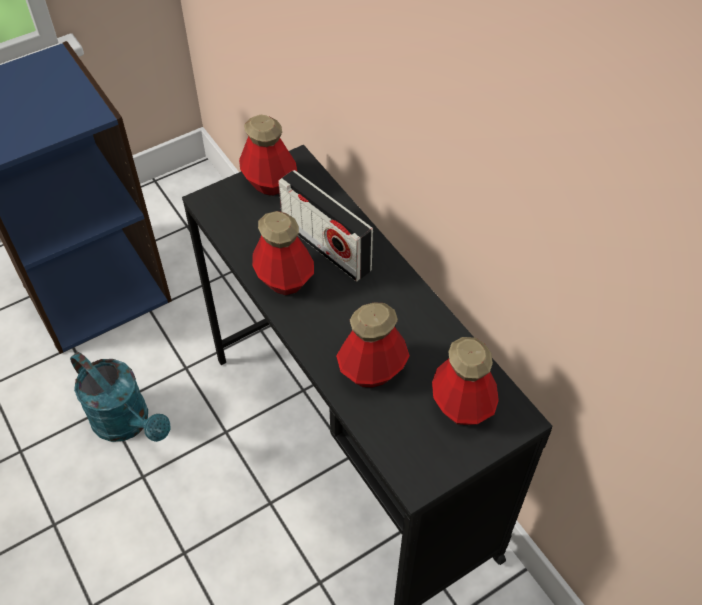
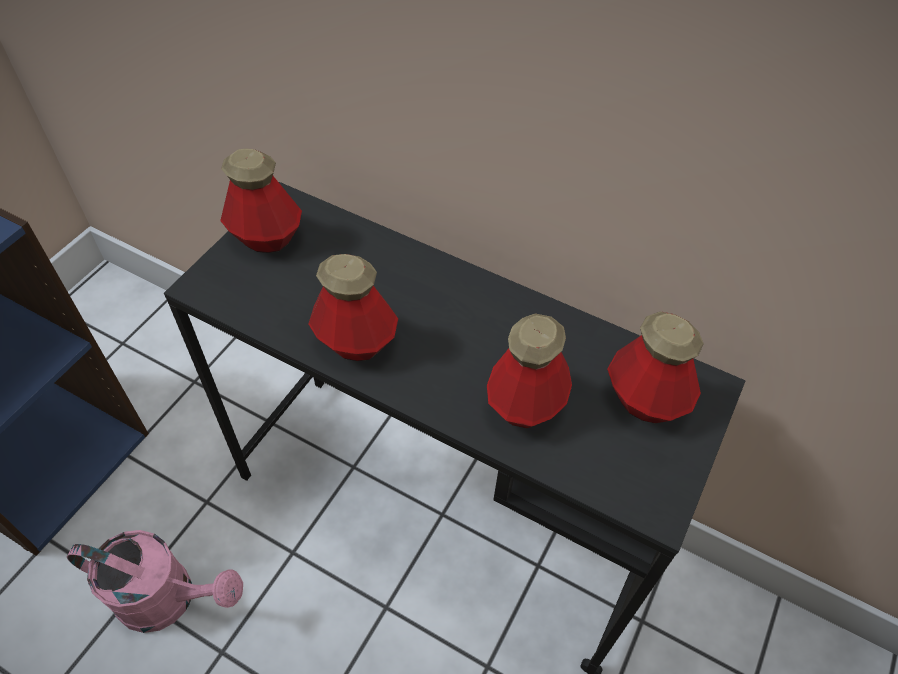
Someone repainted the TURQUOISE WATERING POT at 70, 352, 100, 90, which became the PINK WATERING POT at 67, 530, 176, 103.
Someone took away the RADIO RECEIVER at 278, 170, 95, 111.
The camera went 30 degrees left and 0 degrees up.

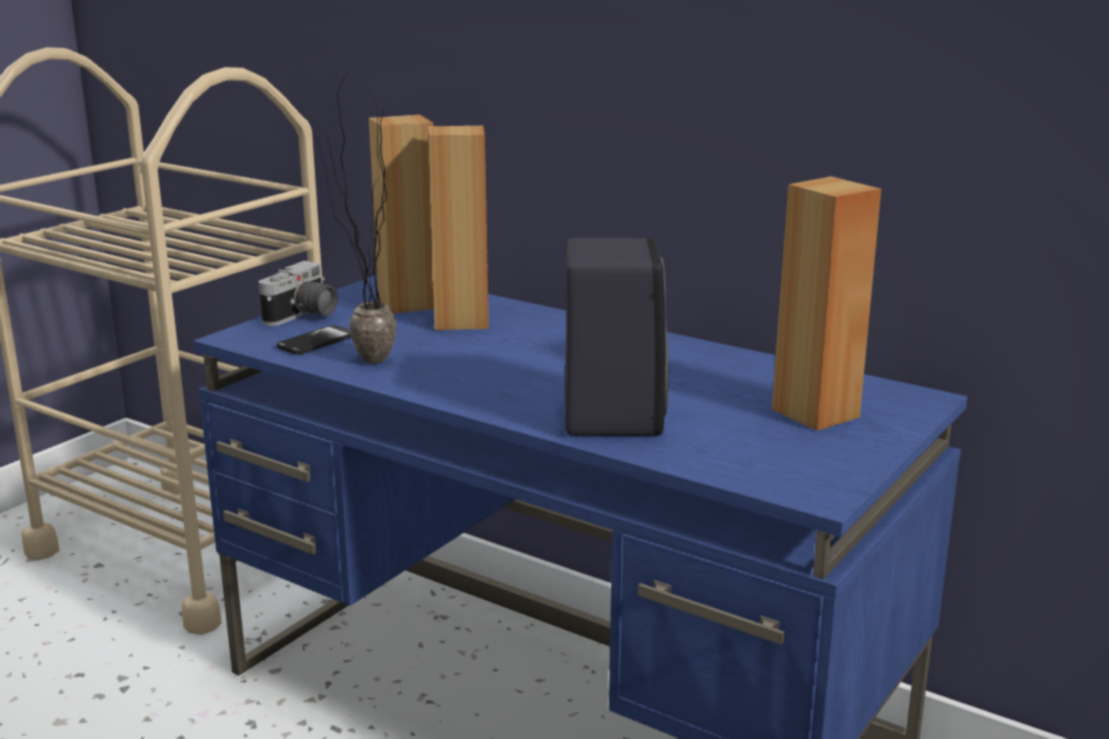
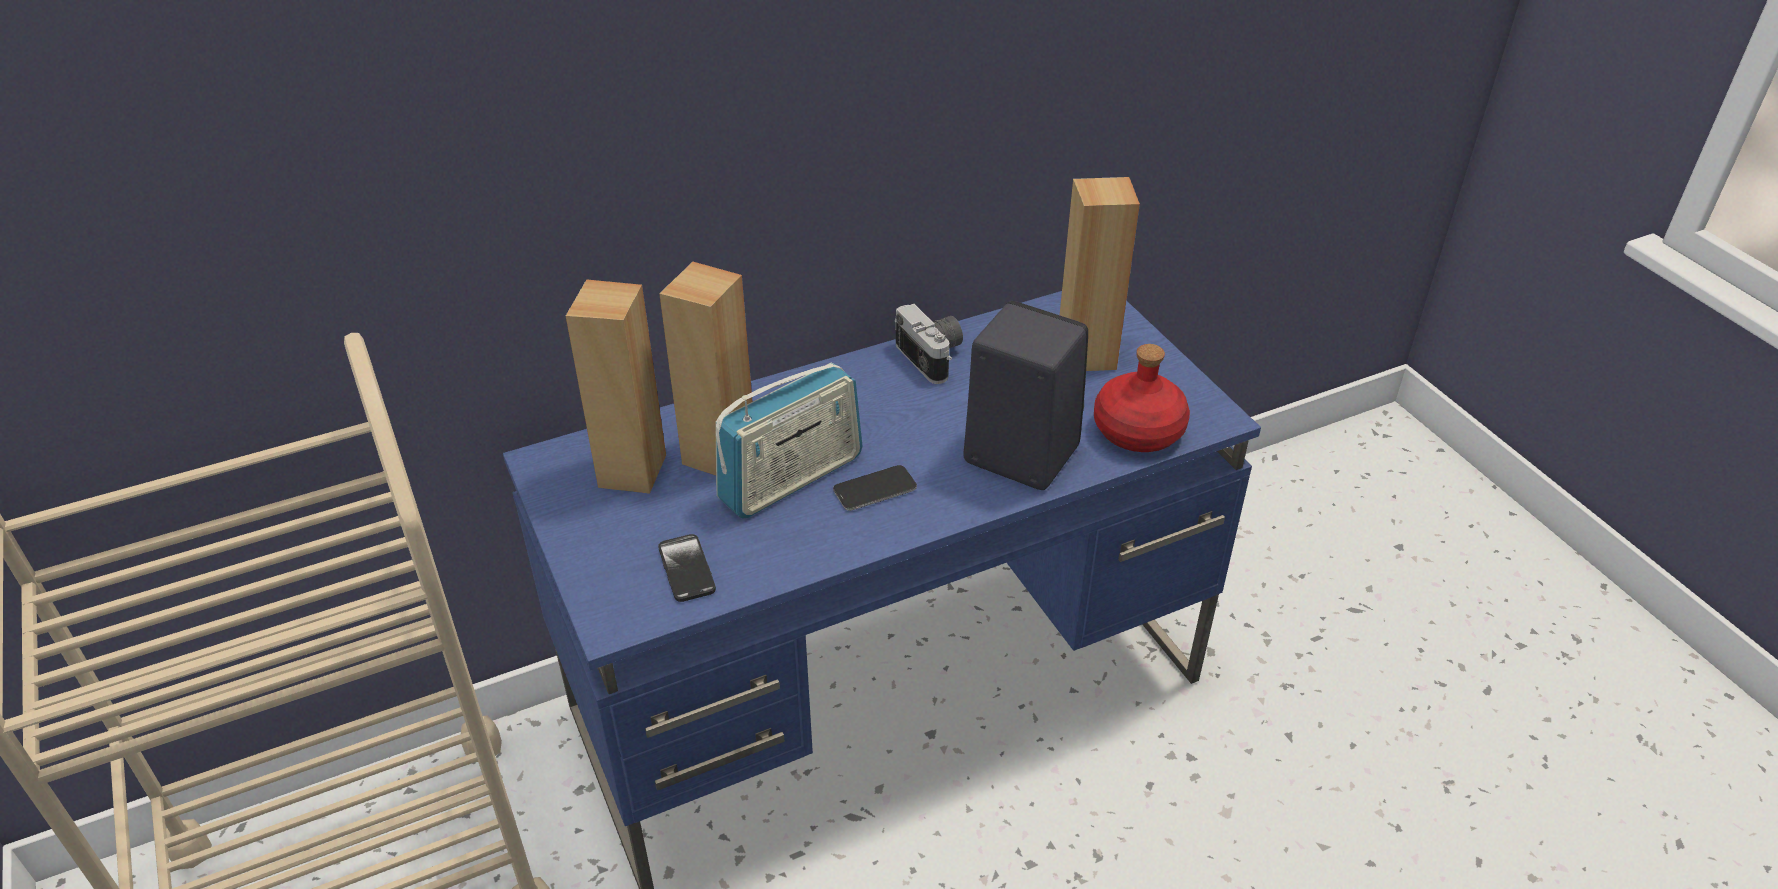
Someone carried the STILL CAMERA from 259, 261, 79, 65 to 895, 304, 68, 80.
Someone took away the HOUSEPLANT at 315, 75, 82, 289.
Someone put down the RADIO RECEIVER at 715, 363, 148, 155.
Someone put down the HANDSET at 833, 465, 84, 46.
Someone put down the RED-COLOURED DRINK BOTTLE at 1094, 344, 96, 108.
The camera went 60 degrees left and 20 degrees up.

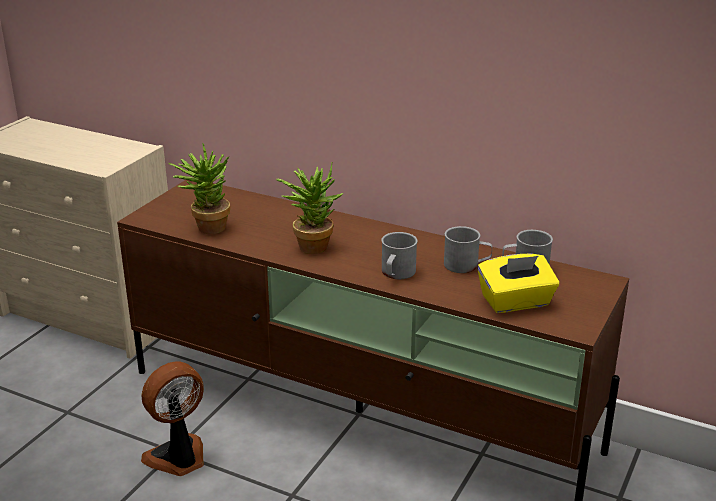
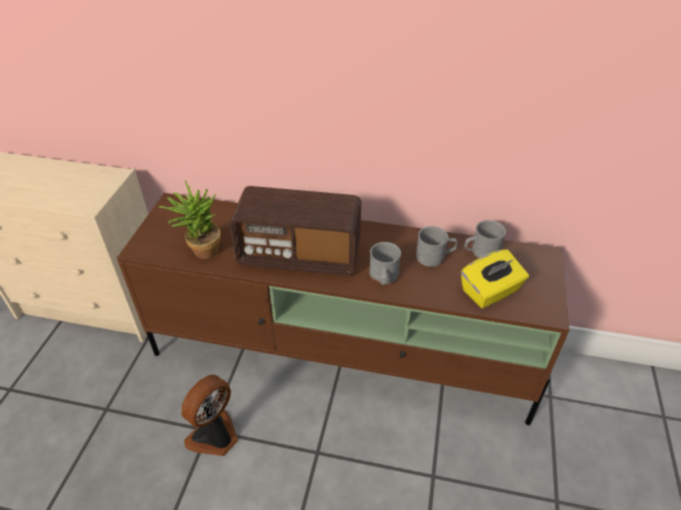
Someone swapped the HOUSEPLANT at 276, 163, 67, 91 for the RADIO RECEIVER at 229, 186, 132, 90.
The camera went 15 degrees left and 15 degrees up.

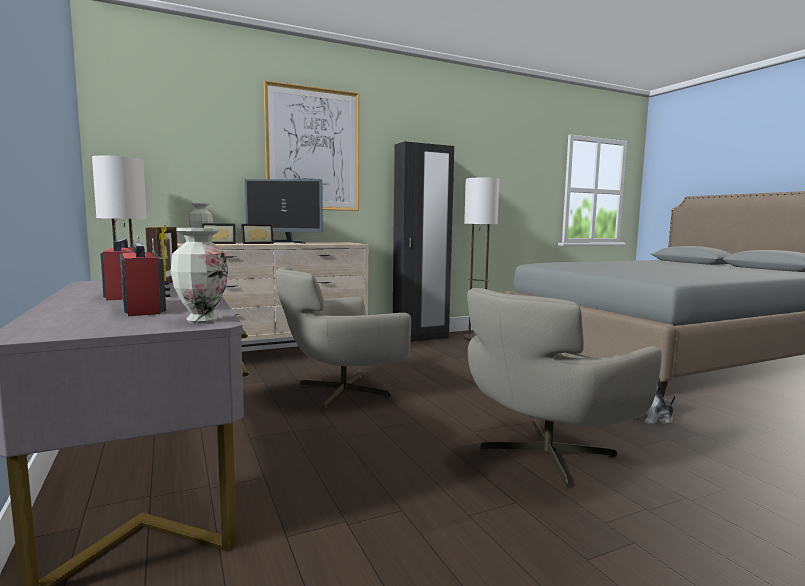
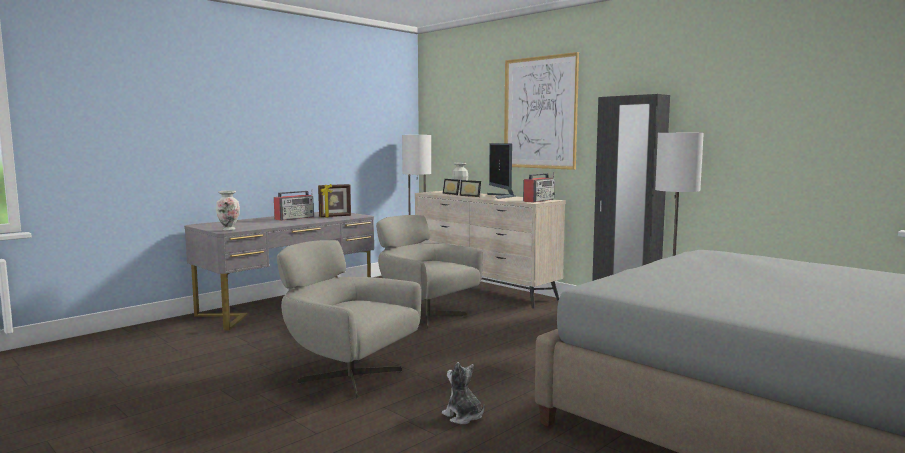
Someone carried the RADIO RECEIVER from 120, 238, 50, 78 to 523, 172, 32, 30.
The camera went 70 degrees right and 0 degrees up.

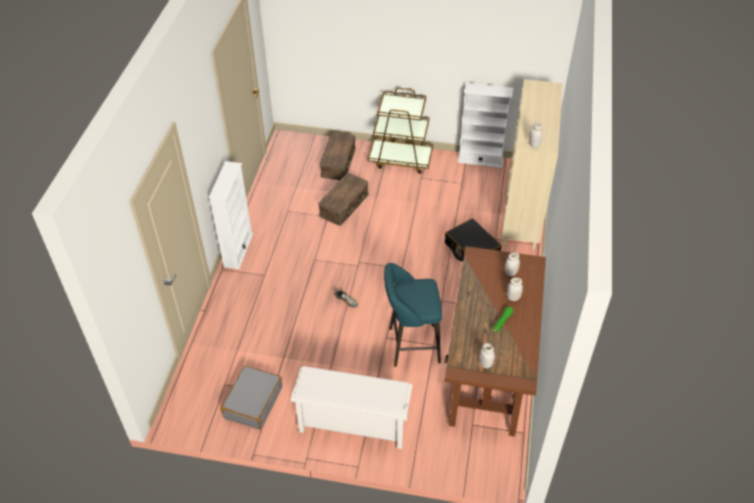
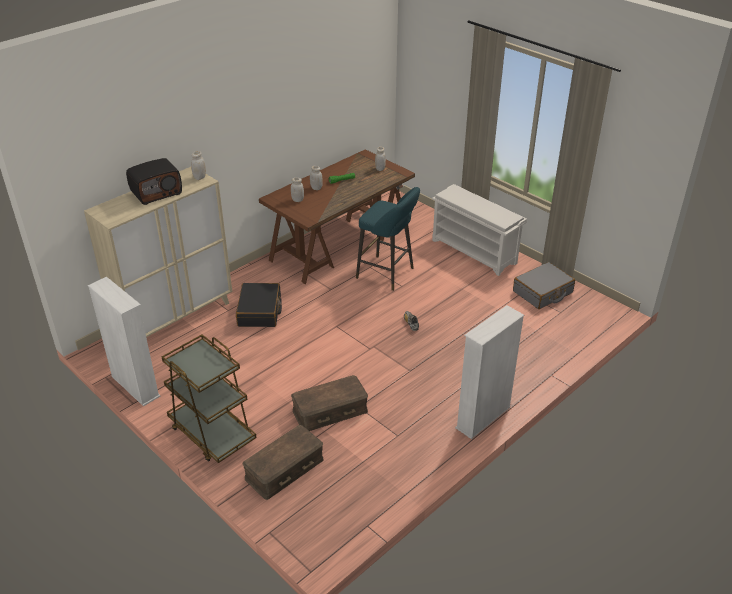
Someone put down the RADIO RECEIVER at 126, 158, 56, 47.
The camera went 145 degrees left and 10 degrees down.

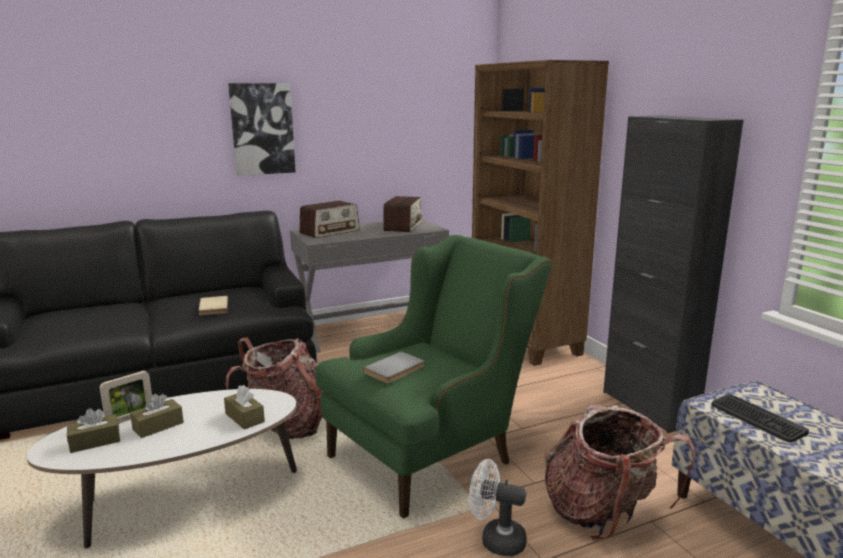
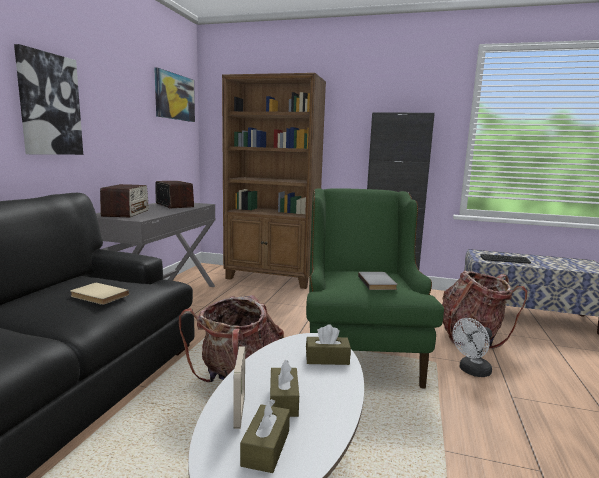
Someone put up the WALL ART at 154, 67, 41, 55.
The camera went 50 degrees left and 5 degrees down.

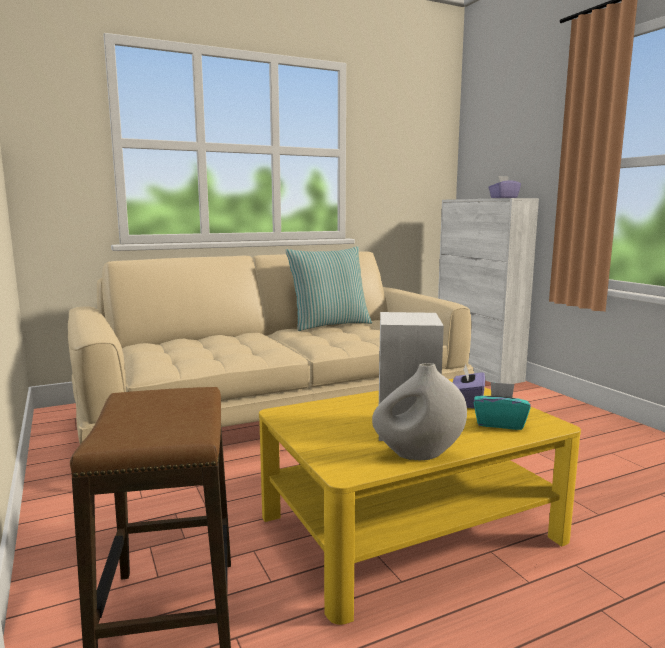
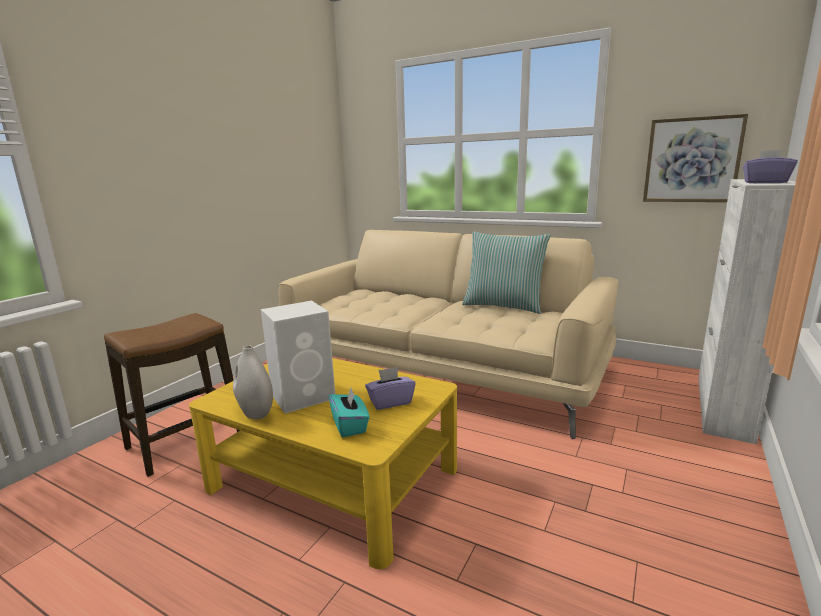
Someone put up the WALL ART at 643, 114, 105, 88.
The camera went 55 degrees right and 5 degrees up.

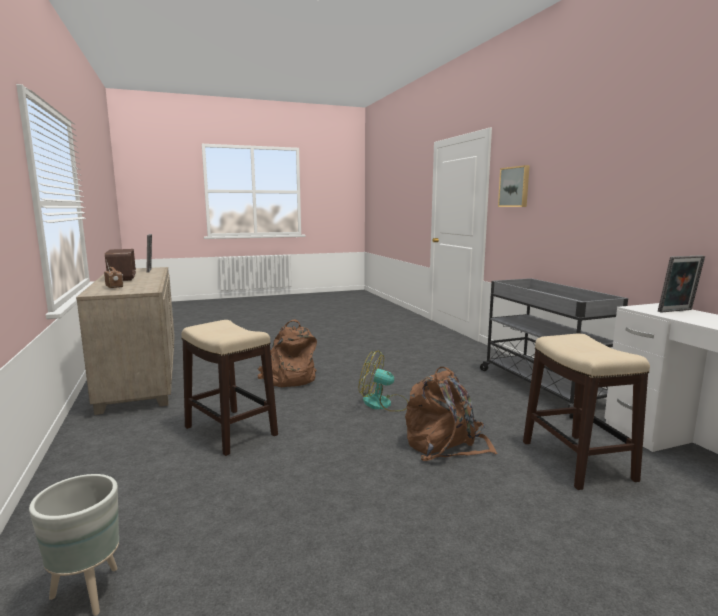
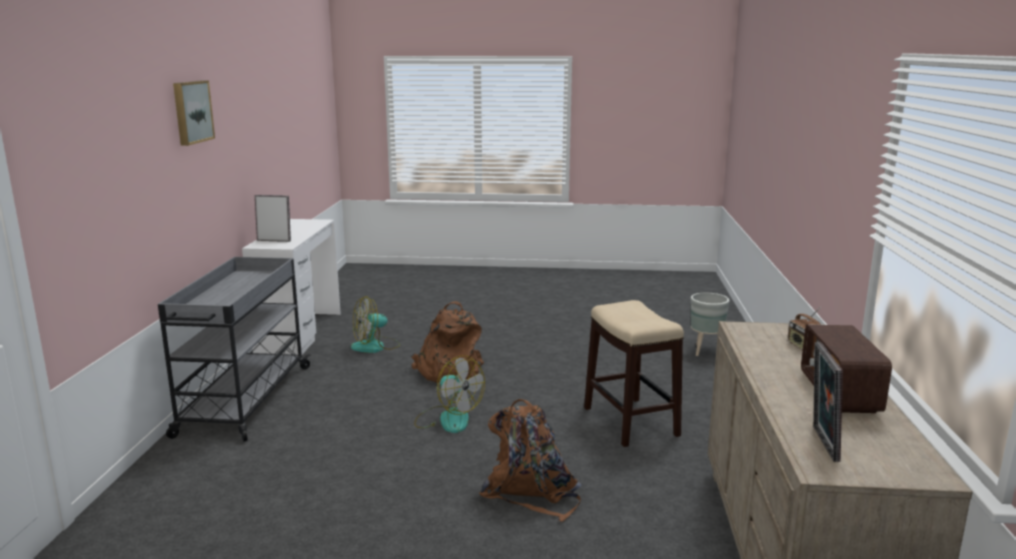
Someone carried the WALL ART from 498, 165, 32, 42 to 173, 80, 42, 66.
Someone swapped the STOOL SEAT at 523, 333, 127, 157 for the COOLING FAN at 351, 296, 49, 57.
The camera went 155 degrees left and 5 degrees up.

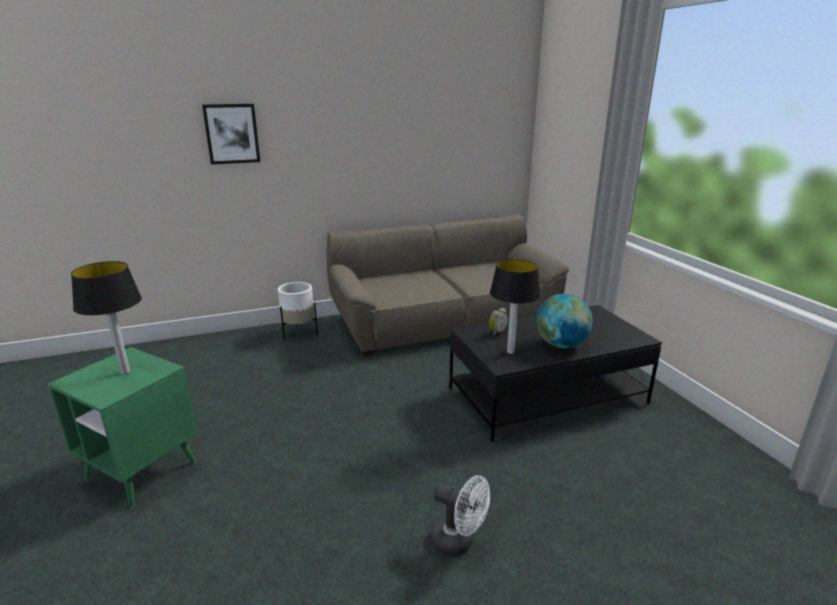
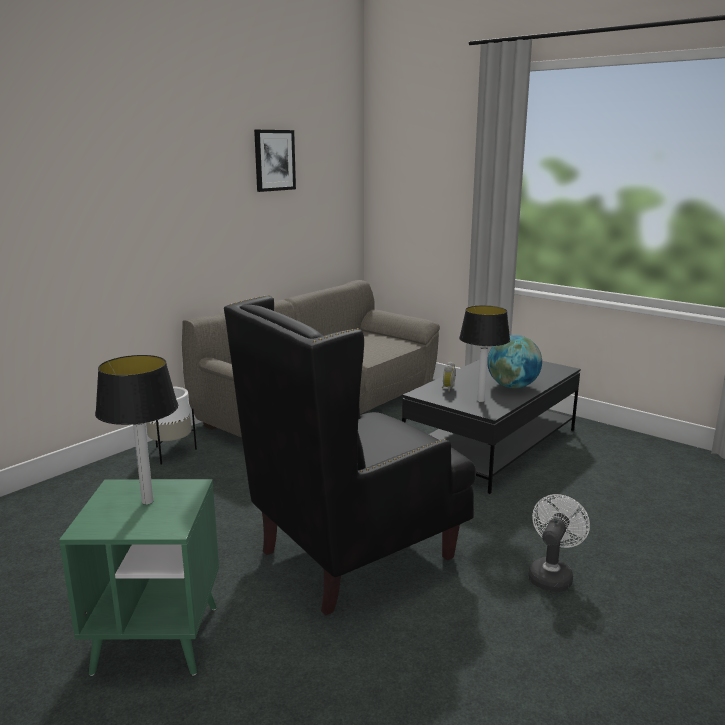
Someone carried the WALL ART from 202, 104, 58, 61 to 254, 130, 42, 62.
Someone rotated the WHITE COOLING FAN at 430, 475, 60, 82 by 60 degrees counterclockwise.
Someone put down the BLACK LOUNGE CHAIR at 224, 295, 252, 321.
The camera went 30 degrees left and 5 degrees down.

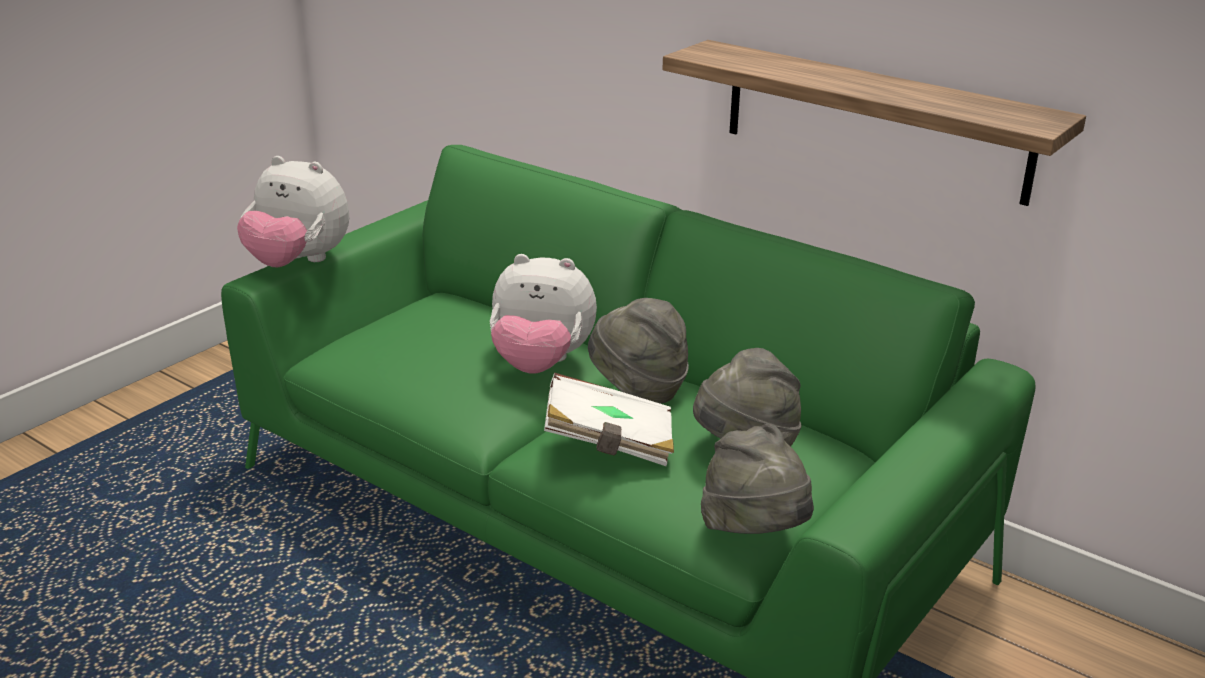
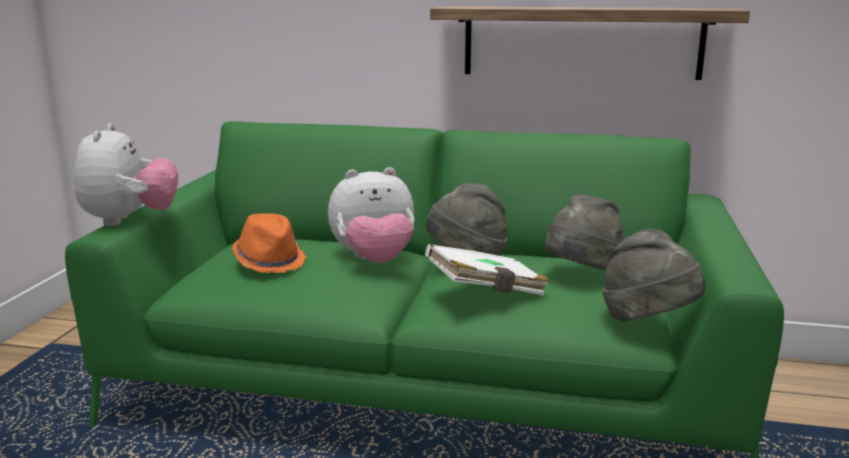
Someone rotated the PLUSH TOY at 237, 156, 112, 111 by 90 degrees counterclockwise.
Someone put down the ORANGE-COLOURED WEARABLE HAT at 232, 213, 74, 60.
The camera went 25 degrees left and 10 degrees down.

